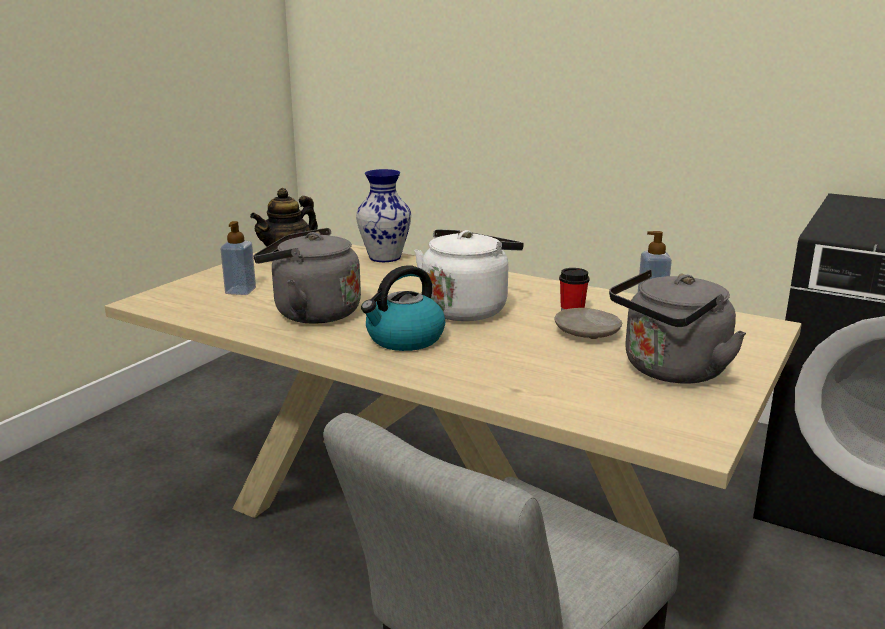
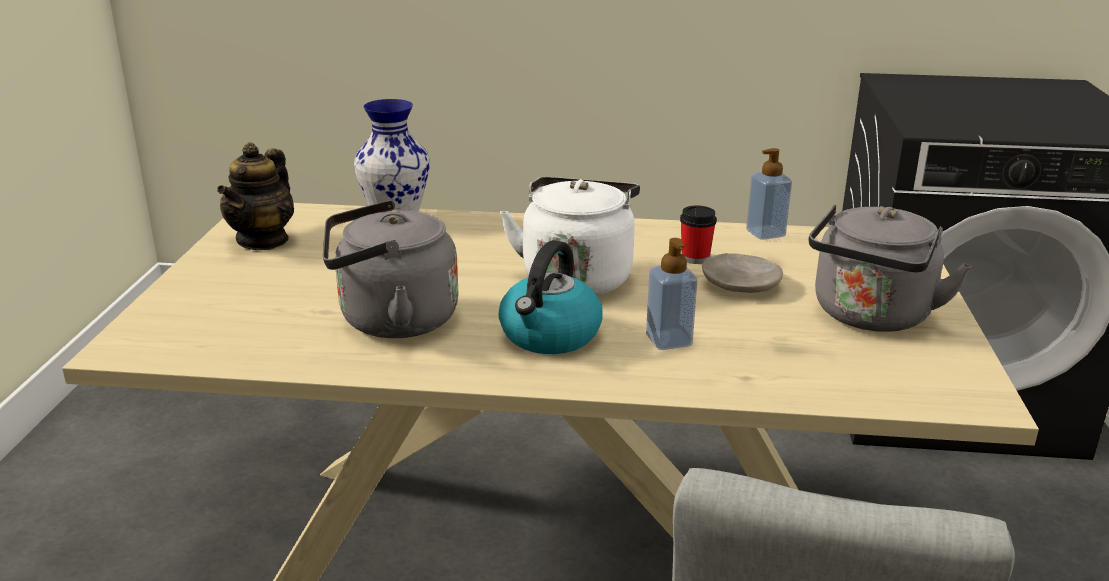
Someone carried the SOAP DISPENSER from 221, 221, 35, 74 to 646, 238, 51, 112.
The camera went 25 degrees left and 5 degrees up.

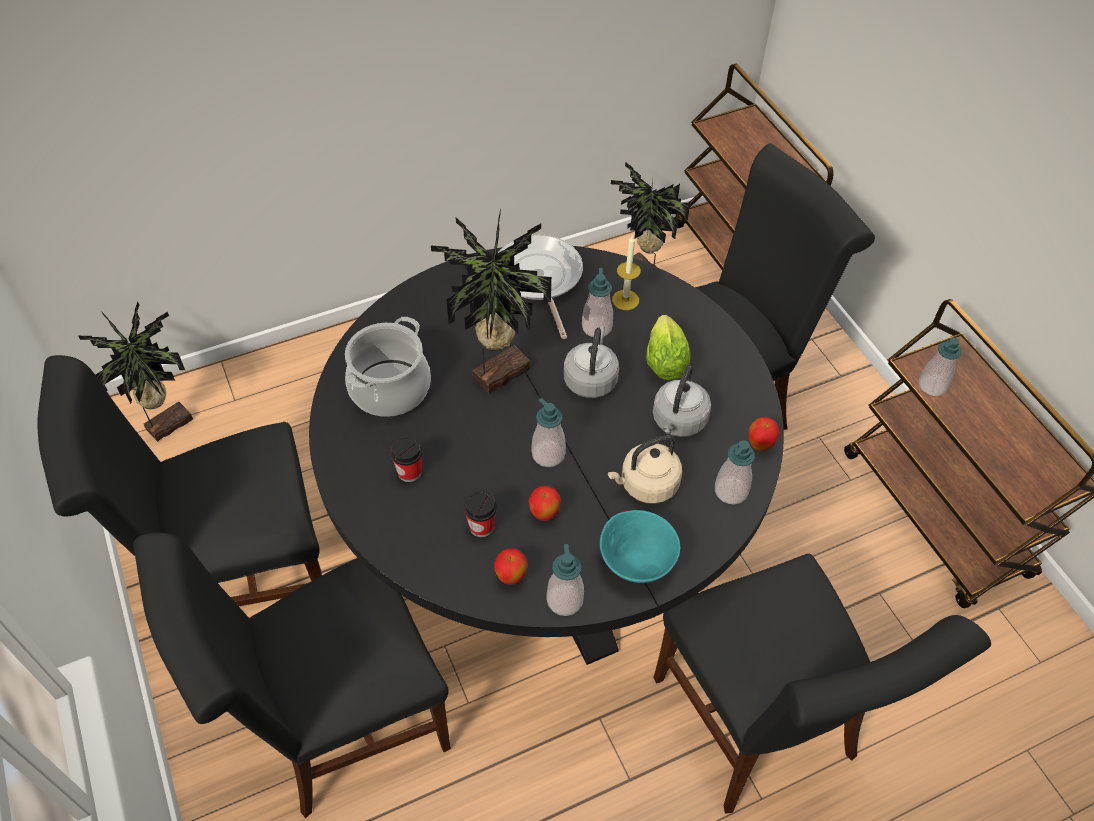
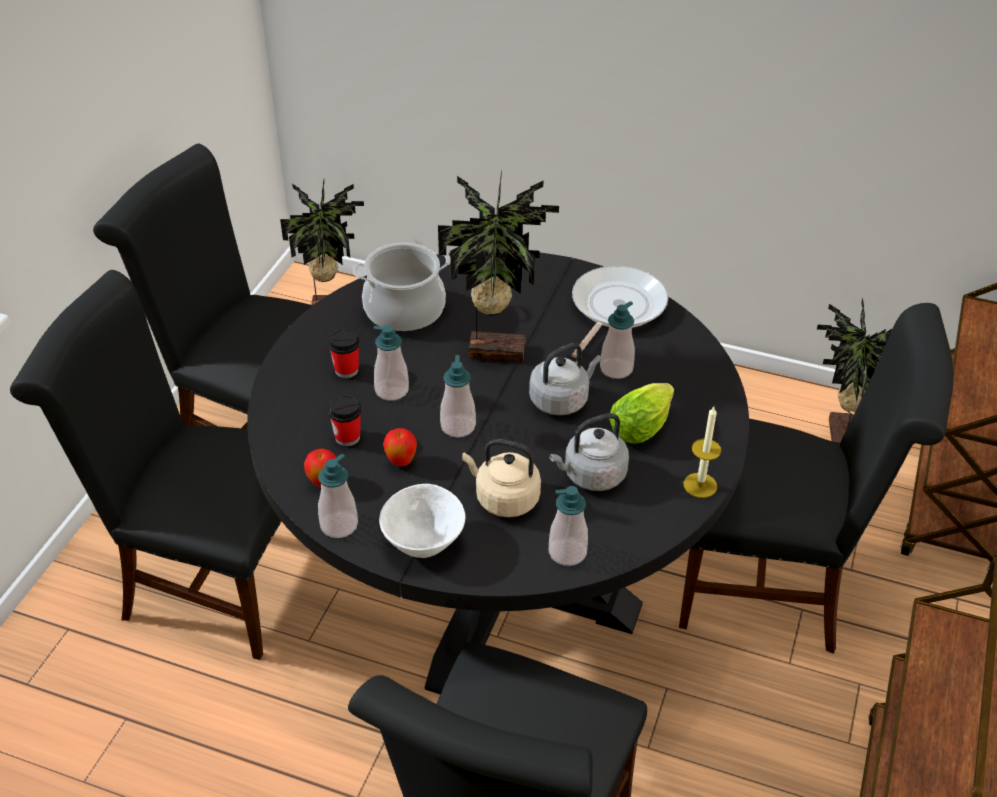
Someone repainted the TURQUOISE DEEP DISH at 600, 510, 80, 73, which became the WHITE DEEP DISH at 379, 484, 86, 74.
Someone carried the CANDLE from 612, 235, 29, 75 to 684, 407, 37, 91.
Someone took away the APPLE FRUIT at 748, 417, 31, 34.
Someone carried the SOAP DISPENSER from 918, 337, 44, 59 to 373, 326, 36, 75.
The camera went 45 degrees right and 10 degrees down.

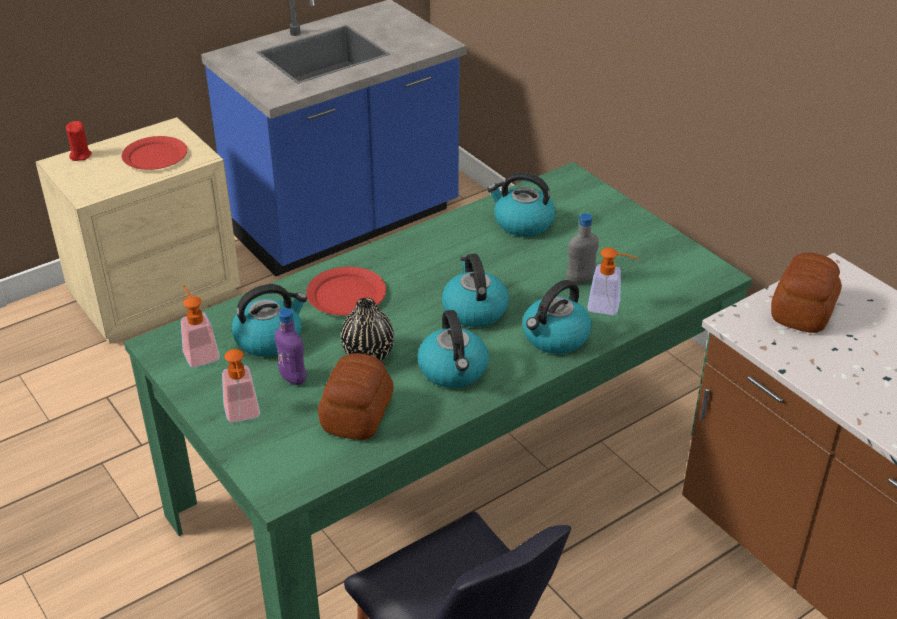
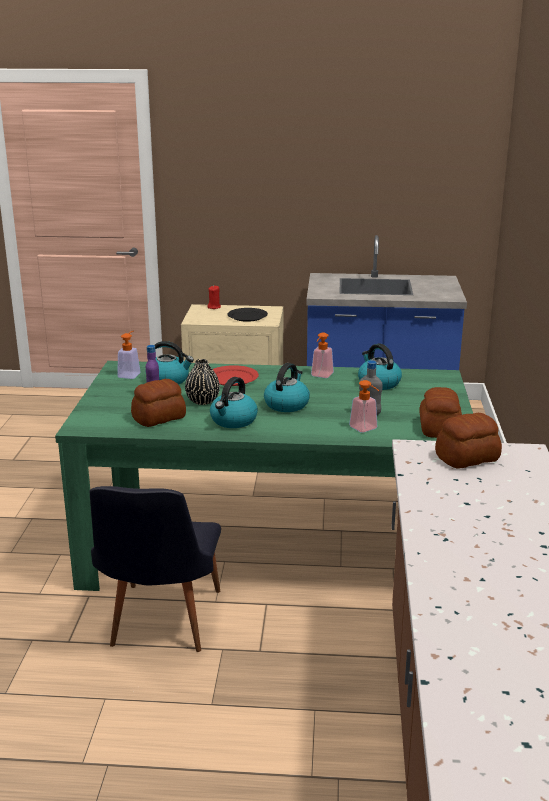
Someone repainted the RED-COLOURED FLAT DISH at 122, 136, 65, 34, which became the BLACK FLAT DISH at 228, 308, 40, 14.
Someone carried the SOAP DISPENSER from 222, 349, 38, 74 to 311, 332, 23, 46.
Someone took away the TEA KETTLE at 522, 280, 69, 74.
Someone put down the BAKED BREAD at 419, 387, 43, 51.
The camera went 40 degrees right and 15 degrees down.

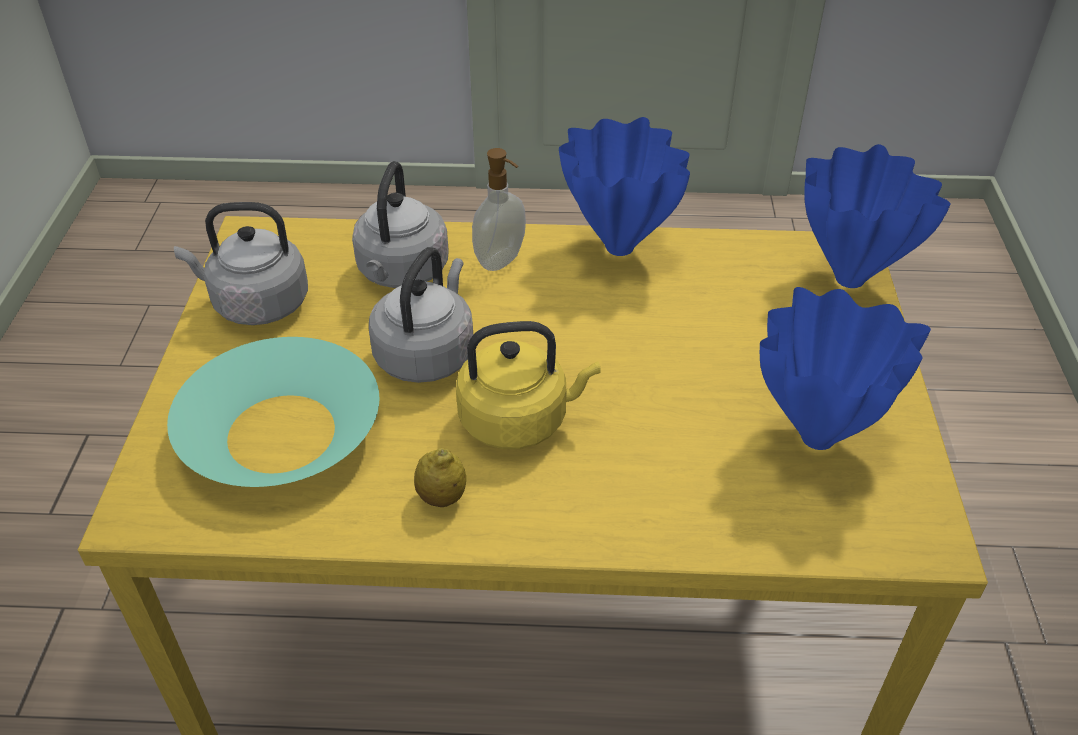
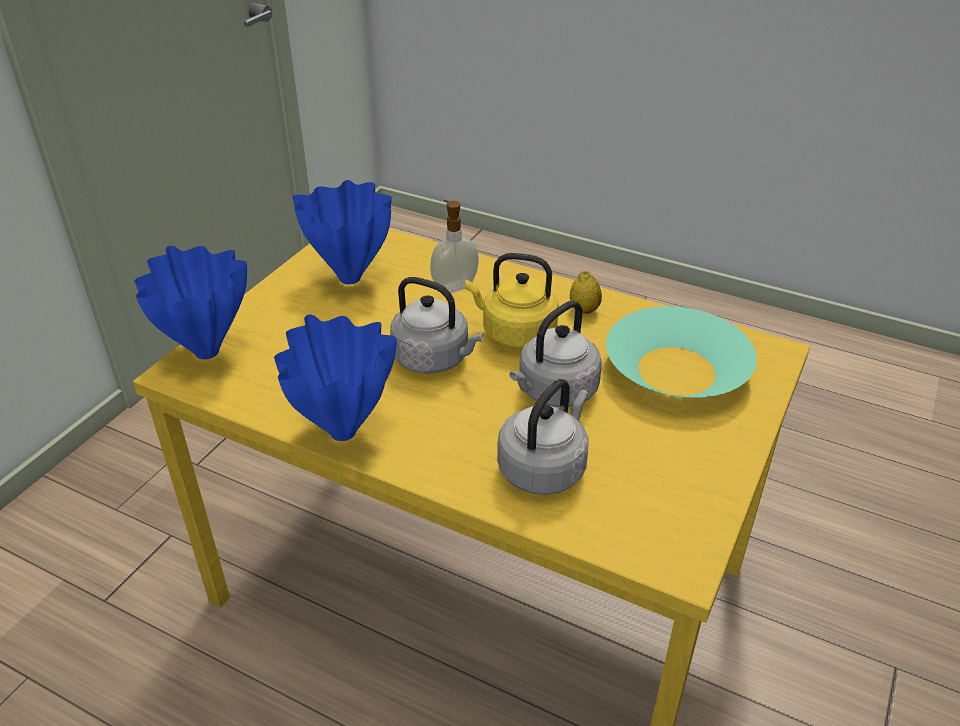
Someone carried the GREYISH TEA KETTLE from 174, 202, 134, 123 to 390, 277, 94, 97.
Someone carried the SOAP DISPENSER from 472, 148, 54, 123 to 430, 200, 49, 93.
The camera went 155 degrees left and 5 degrees down.

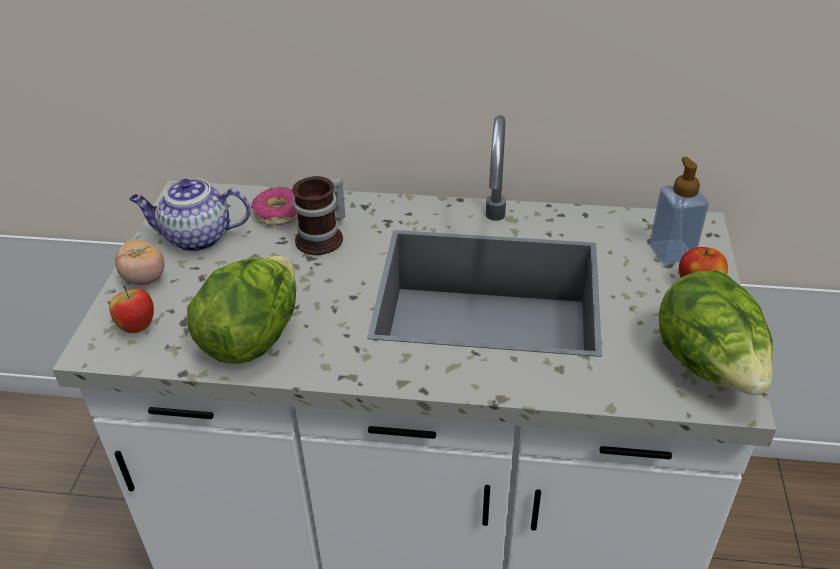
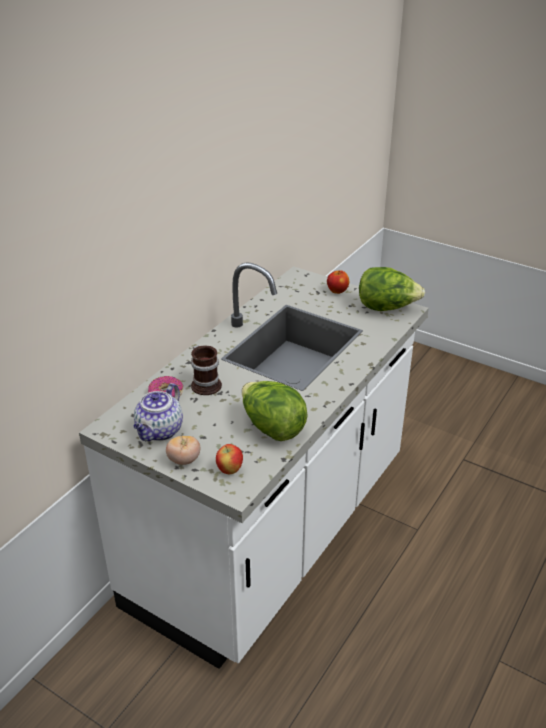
Someone took away the SOAP DISPENSER at 649, 157, 60, 107.
The camera went 65 degrees left and 5 degrees down.

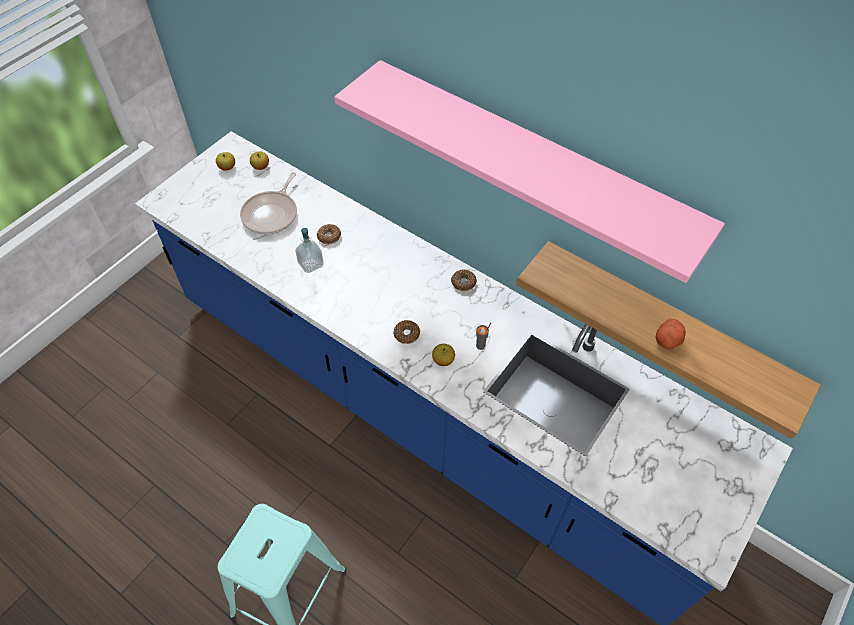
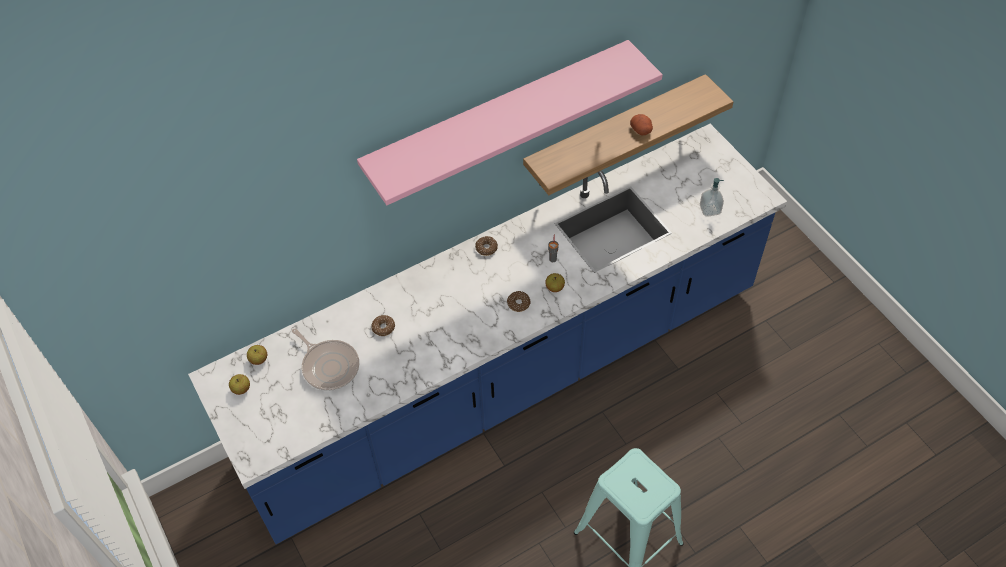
Someone carried the SOAP DISPENSER from 295, 228, 29, 45 to 700, 178, 24, 39.
The camera went 65 degrees left and 0 degrees up.

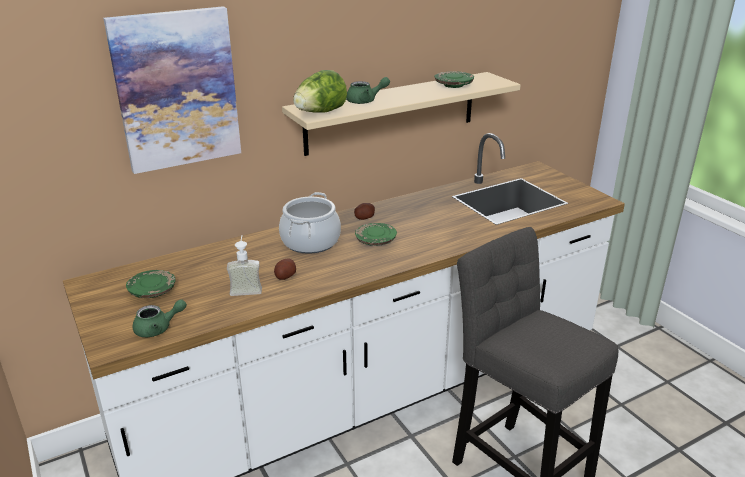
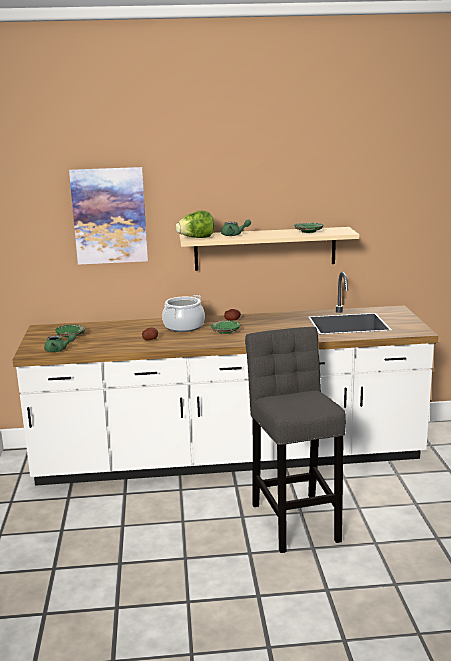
Someone took away the SOAP DISPENSER at 227, 235, 35, 61.
The camera went 25 degrees right and 10 degrees down.

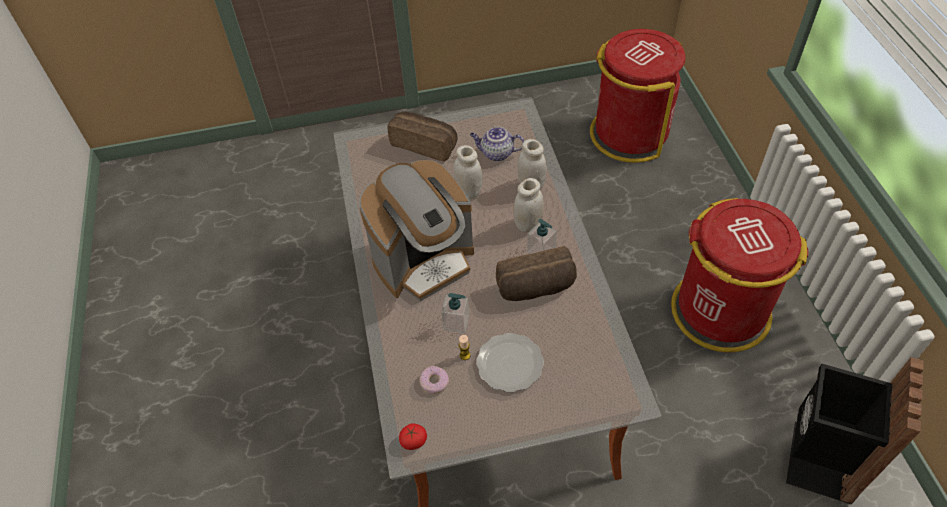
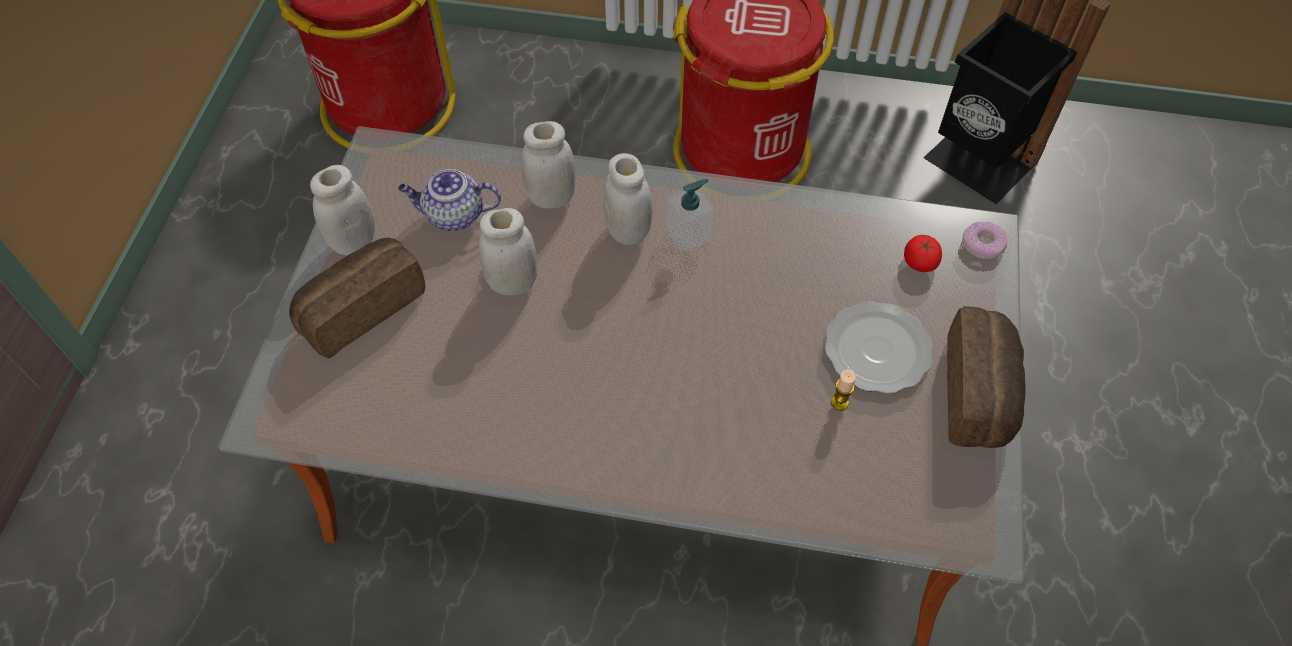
Someone took away the COFFEE BREWER at 359, 160, 115, 141.
Someone carried the WHOLE TOMATO from 399, 423, 28, 27 to 904, 235, 38, 37.
Someone carried the DONUT from 420, 366, 29, 28 to 962, 221, 46, 38.
Someone took away the SOAP DISPENSER at 441, 293, 28, 40.
Someone rotated the TEA POT at 470, 127, 54, 34 by 60 degrees clockwise.
Someone carried the BAKED BREAD from 496, 246, 81, 55 to 947, 306, 79, 142.
Someone put down the WHITE JAR at 310, 165, 65, 90.
The camera went 70 degrees left and 5 degrees up.

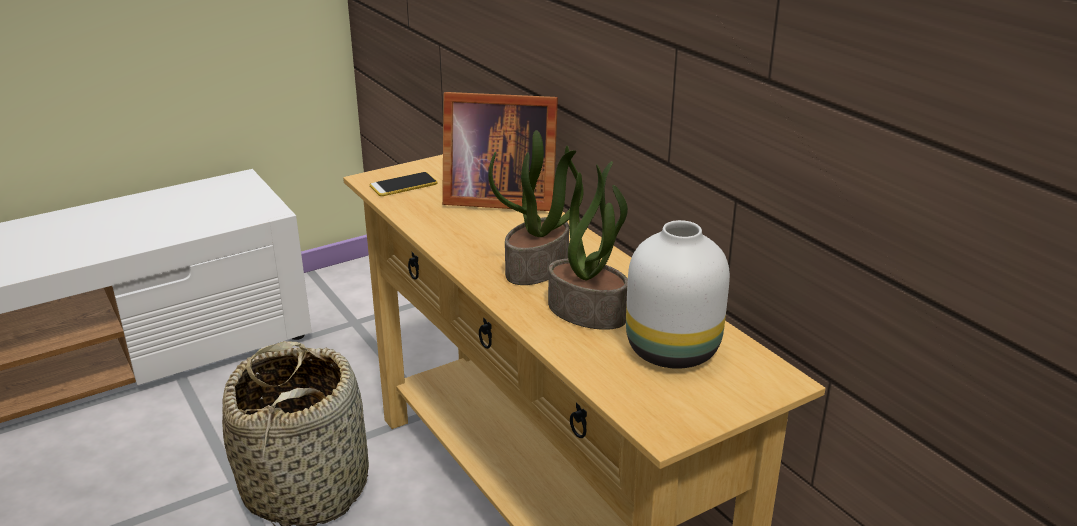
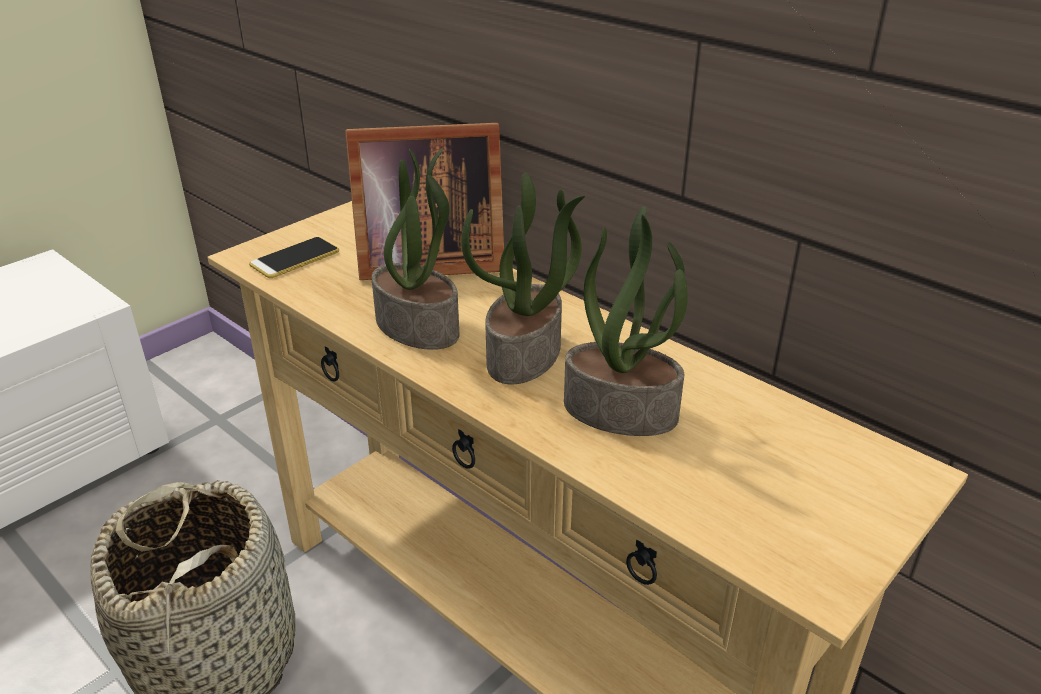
Someone took away the WHITE VASE at 626, 220, 104, 149.
Someone put down the HOUSEPLANT at 371, 148, 88, 202.
The camera went 15 degrees left and 5 degrees up.

